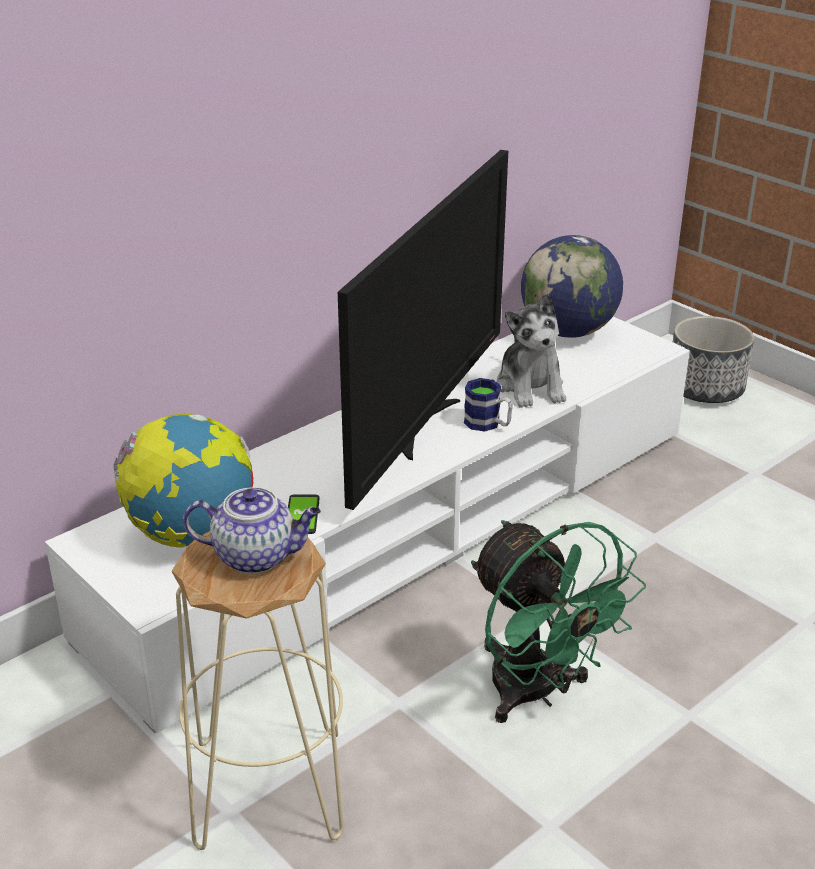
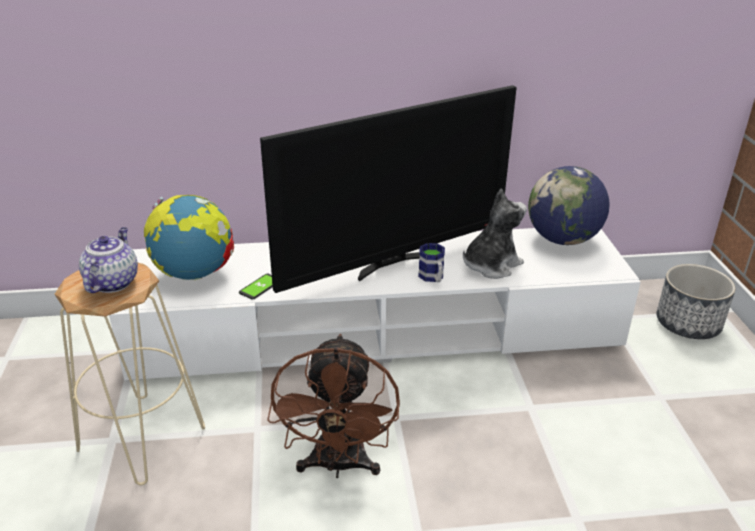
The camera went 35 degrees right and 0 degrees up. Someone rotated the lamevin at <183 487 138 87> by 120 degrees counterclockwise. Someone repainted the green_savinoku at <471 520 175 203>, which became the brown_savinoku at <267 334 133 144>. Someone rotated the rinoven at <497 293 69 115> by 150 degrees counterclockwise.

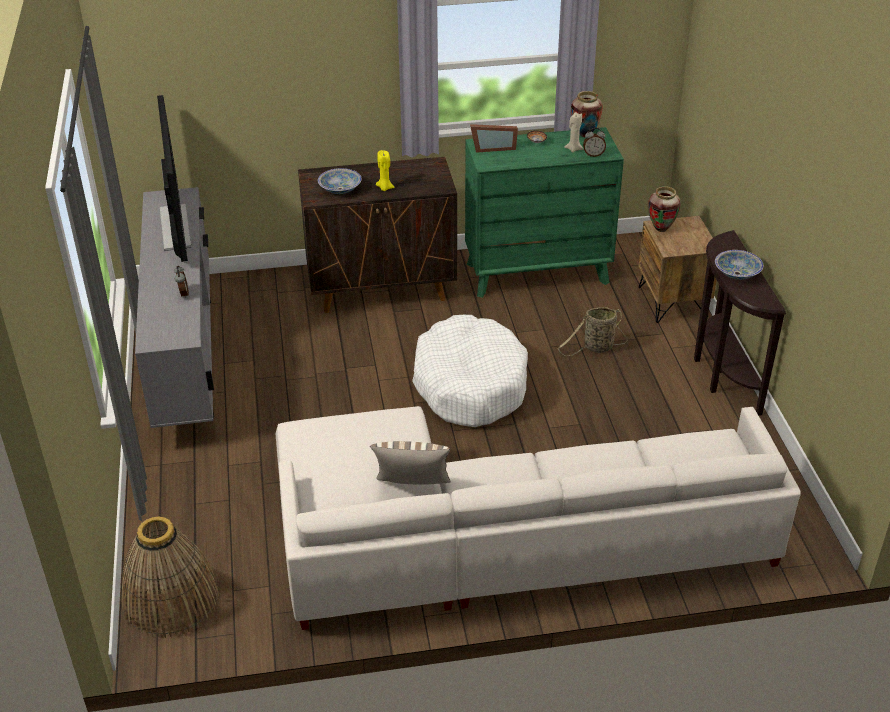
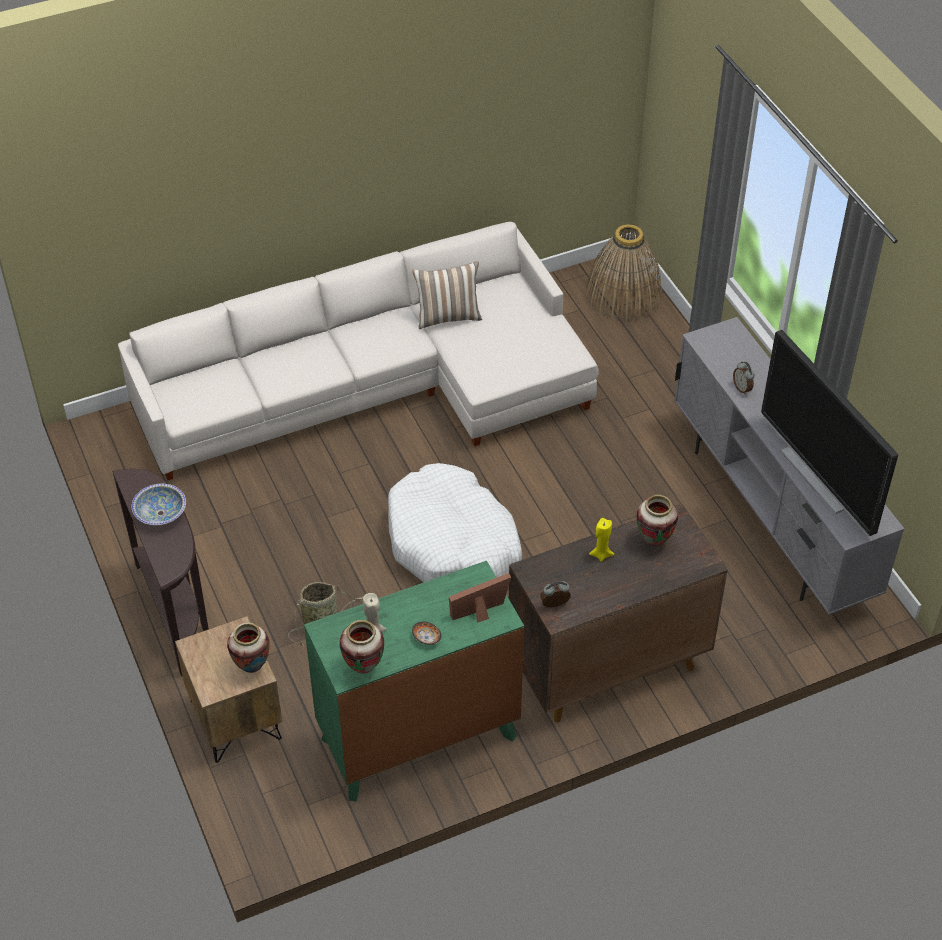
The camera went 165 degrees right and 10 degrees up. Someone carried the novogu from <583 128 23 29> to <540 581 31 26>. Someone swapped the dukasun at <318 168 44 26> for the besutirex at <637 495 41 51>.

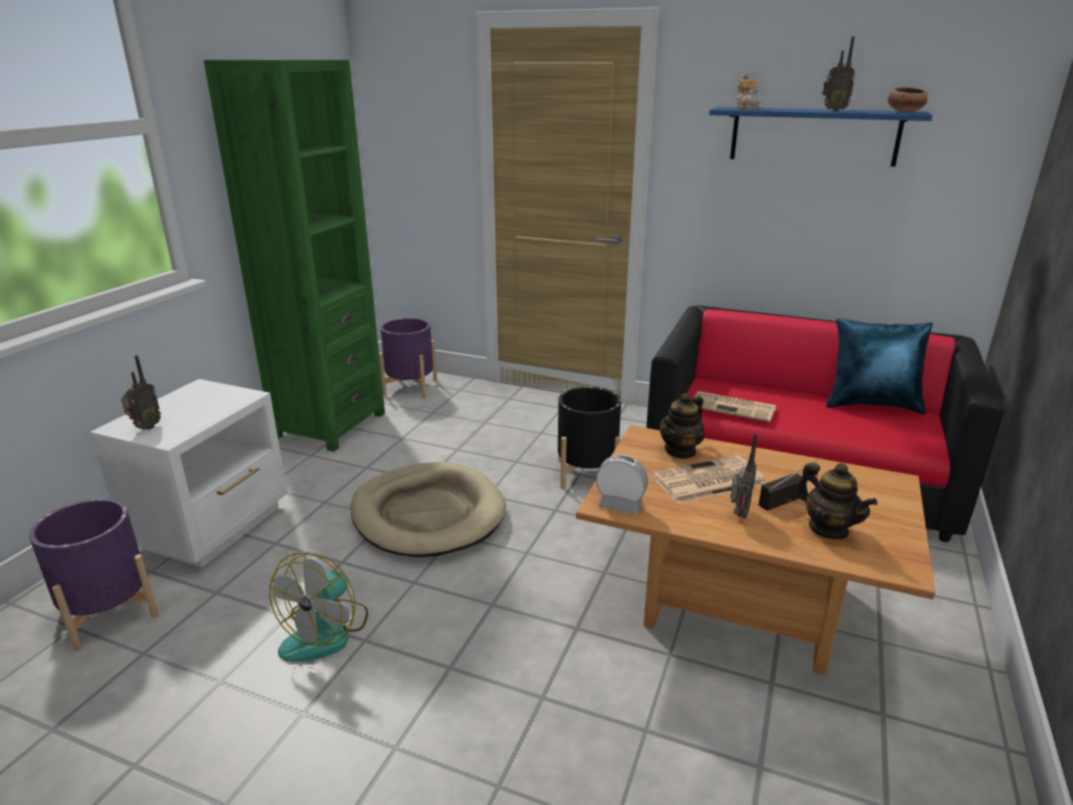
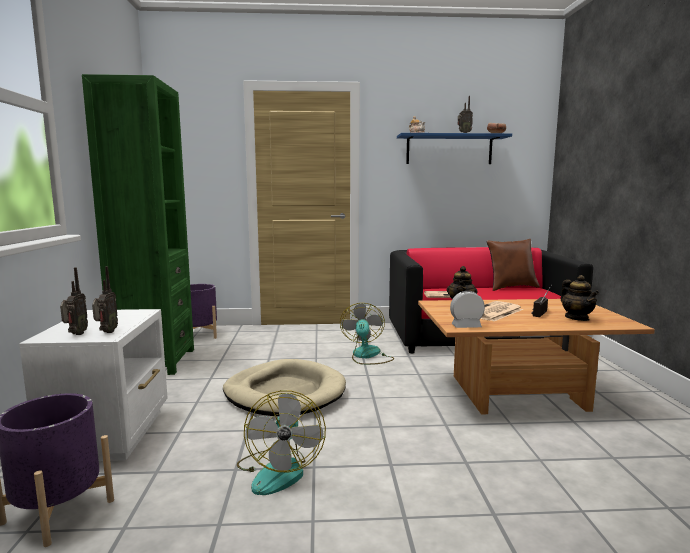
The camera went 25 degrees left and 15 degrees down. Someone carried the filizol from <730 433 28 85> to <92 266 26 67>. Someone swapped the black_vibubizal at <558 387 63 102> for the savinoku at <340 303 54 62>. Someone repainted the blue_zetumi at <826 318 107 96>, which became the brown_zetumi at <487 239 53 52>. Someone rotated the lamevin at <796 462 81 77> by 45 degrees clockwise.

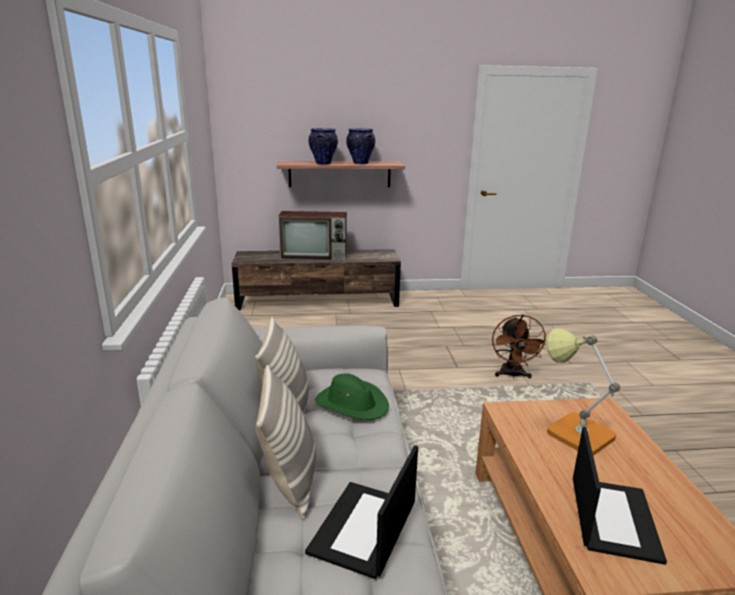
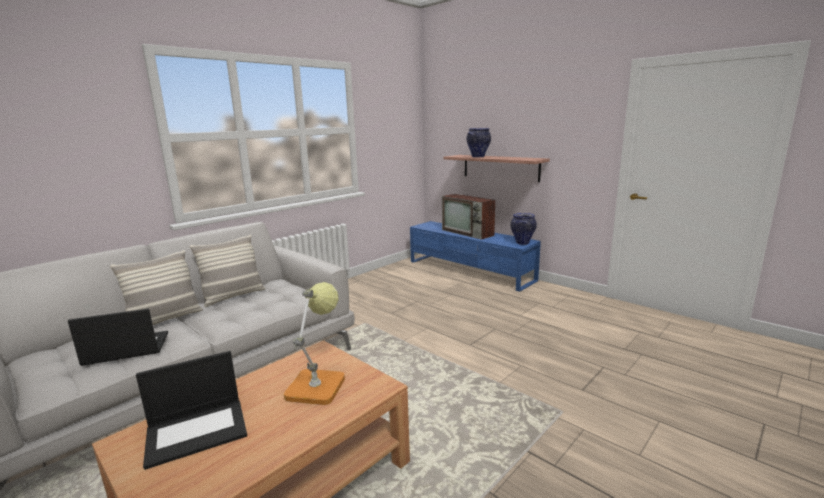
The camera went 50 degrees right and 5 degrees down. Someone repainted the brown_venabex at <232 249 169 61>, which became the blue_venabex at <410 221 131 71>. Someone carried the besutirex from <346 128 29 36> to <511 213 26 32>. Someone took away the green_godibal at <315 373 74 47>. Someone took away the brown_savinoku at <492 314 54 64>.

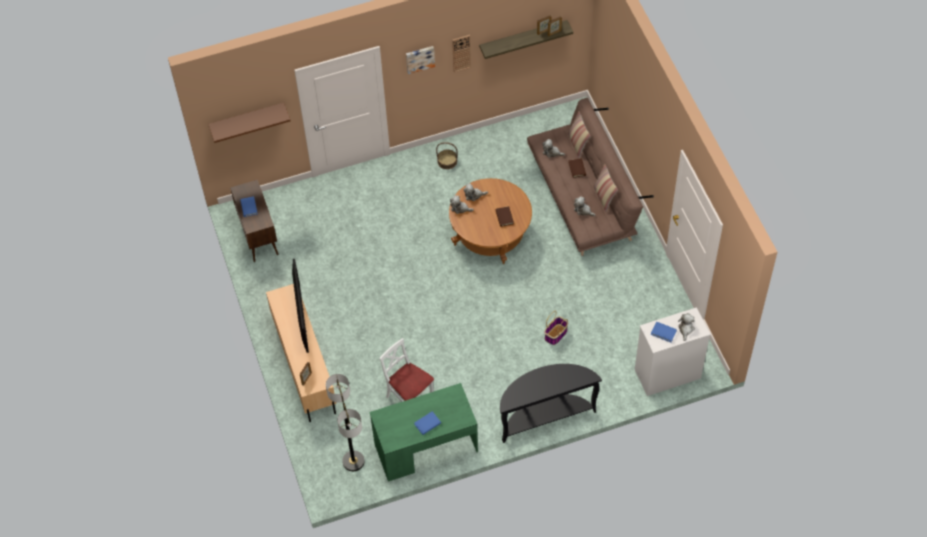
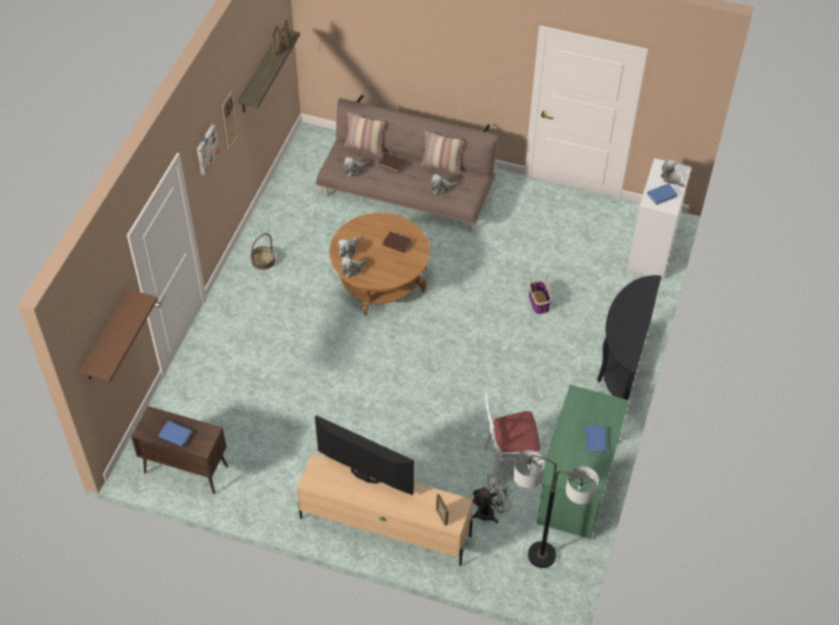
The camera went 55 degrees left and 5 degrees down. Someone put down the grey_savinoku at <471 472 41 51>.

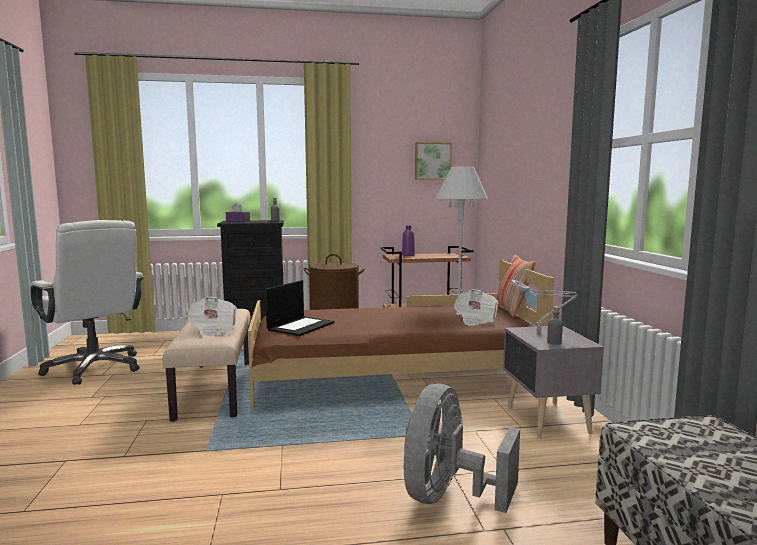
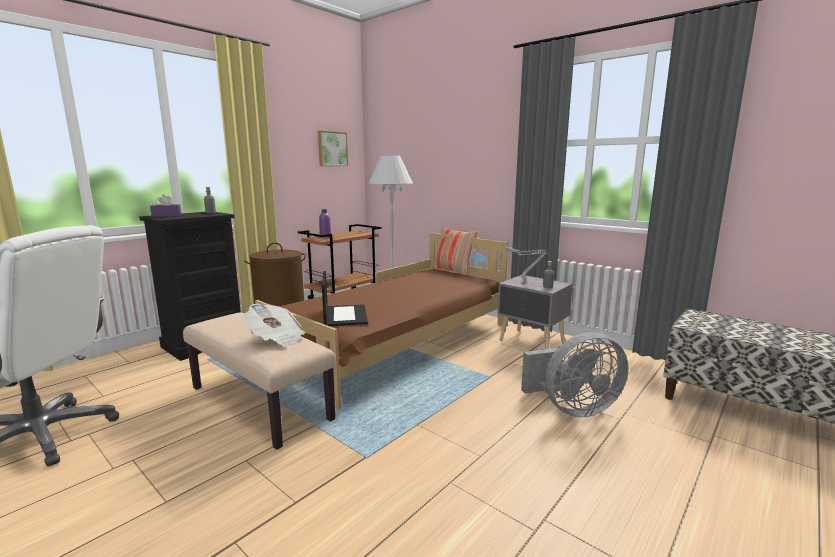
The camera went 40 degrees left and 5 degrees up. Someone rotated the grey_savinoku at <404 384 116 129> by 90 degrees counterclockwise. Someone took away the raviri at <453 289 46 37>.

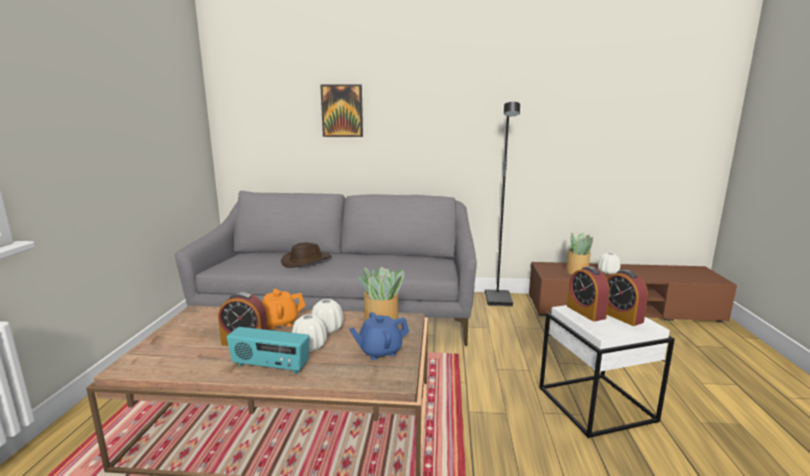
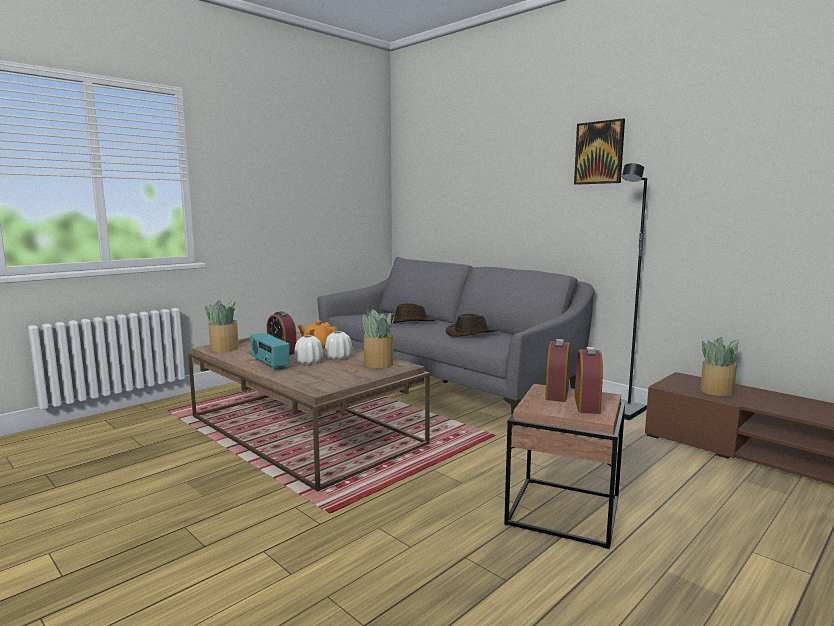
The camera went 40 degrees right and 5 degrees down. Someone put down the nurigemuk at <205 300 34 52>. Someone put down the brown_godibal at <446 314 52 23>. Someone repainted the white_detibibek at <539 305 136 134>, which became the brown_detibibek at <504 384 121 165>. Someone carried the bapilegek from <320 84 43 53> to <574 118 51 67>. Someone took away the blue_lamevin at <349 312 60 48>. Someone took away the white_besutirex at <598 253 22 21>.

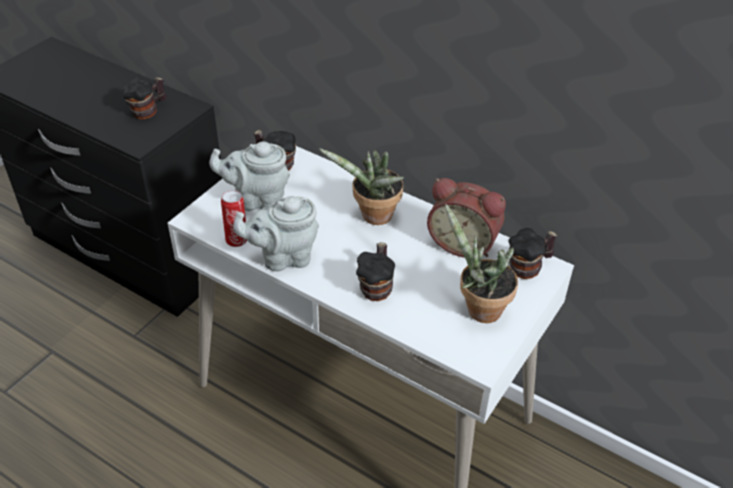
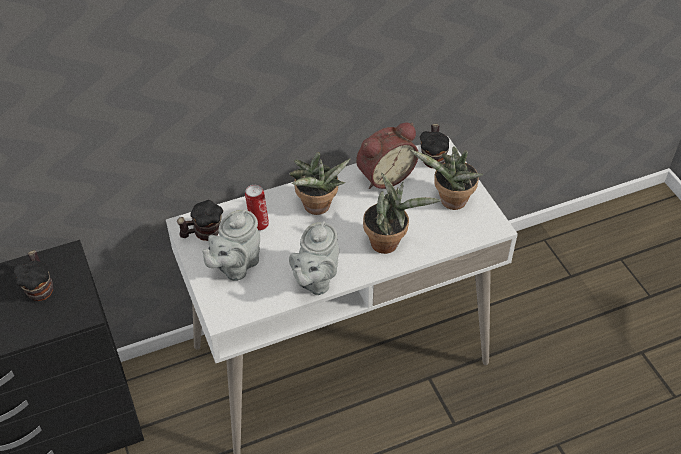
The camera went 55 degrees left and 5 degrees up. Someone carried the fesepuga from <221 190 26 57> to <245 185 24 46>. Someone swapped the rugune at <356 242 39 59> for the nurigemuk at <363 172 78 82>.

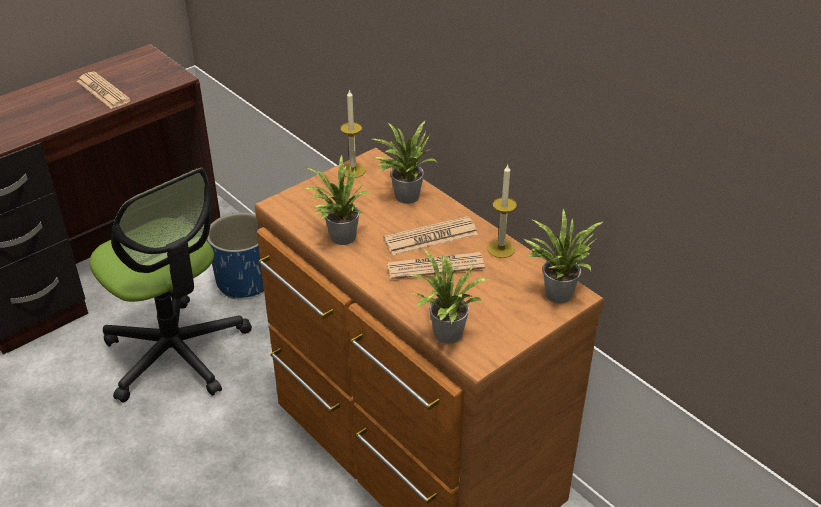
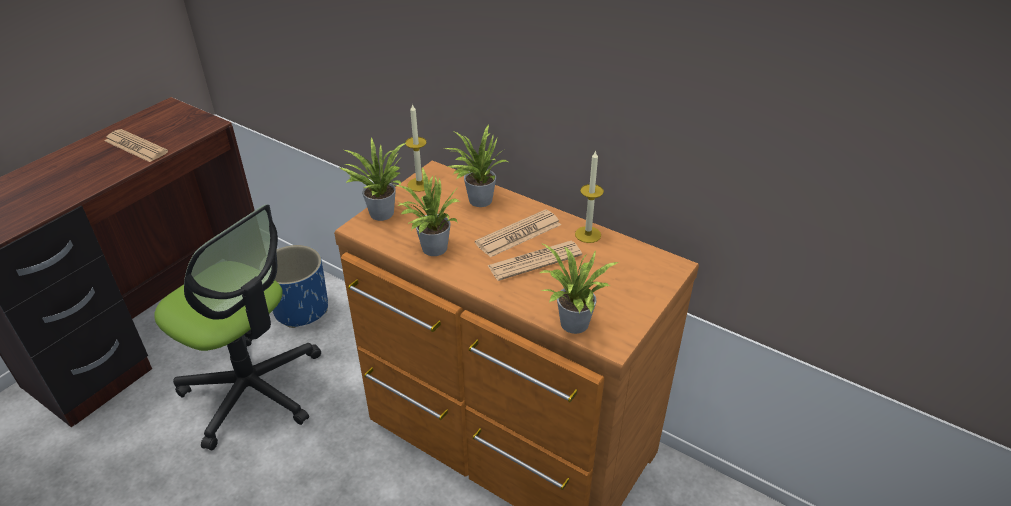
The camera went 15 degrees left and 0 degrees up. Someone carried the nurigemuk from <524 209 80 94> to <338 138 69 83>.

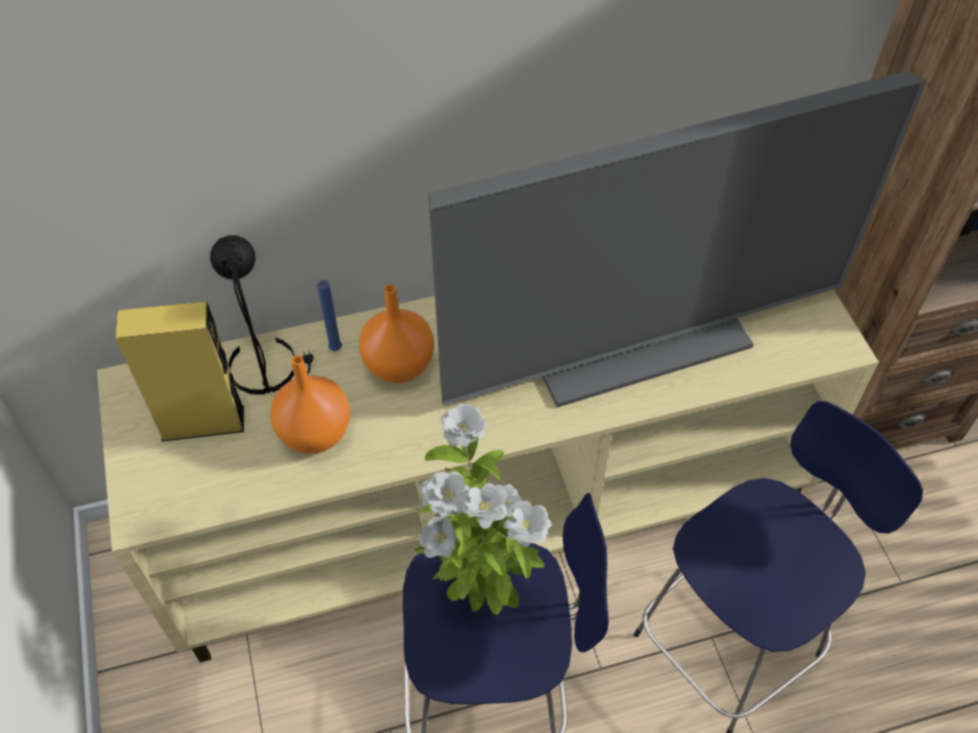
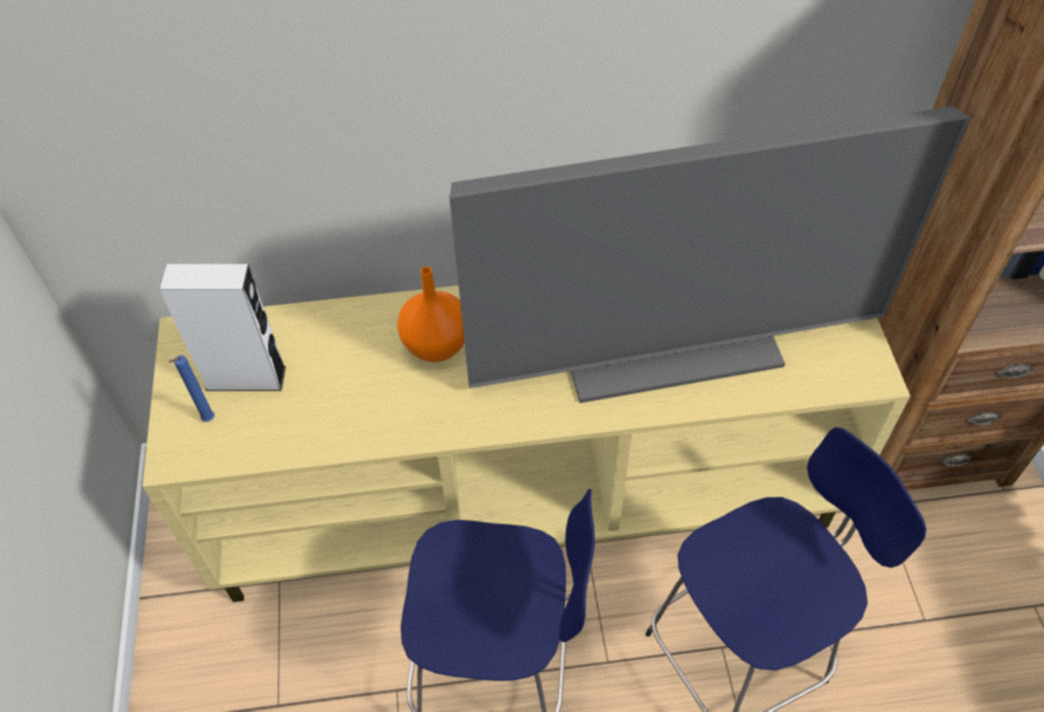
The camera went 10 degrees right and 0 degrees up. Someone repainted the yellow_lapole at <115 301 129 141>, which became the white_lapole at <159 264 127 127>. Someone carried the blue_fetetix from <317 280 25 71> to <168 355 46 67>. Someone took away the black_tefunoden at <210 235 104 160>. Someone took away the orange_besutirex at <270 355 80 99>. Someone took away the nurigemuk at <415 404 136 211>.

